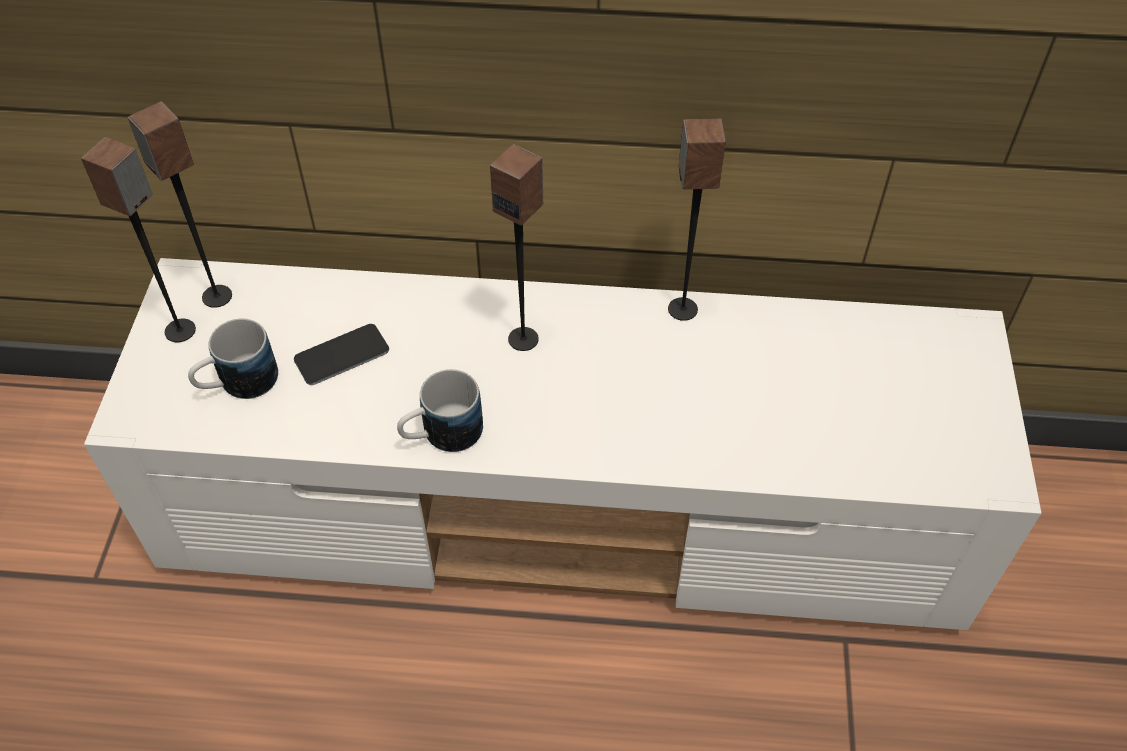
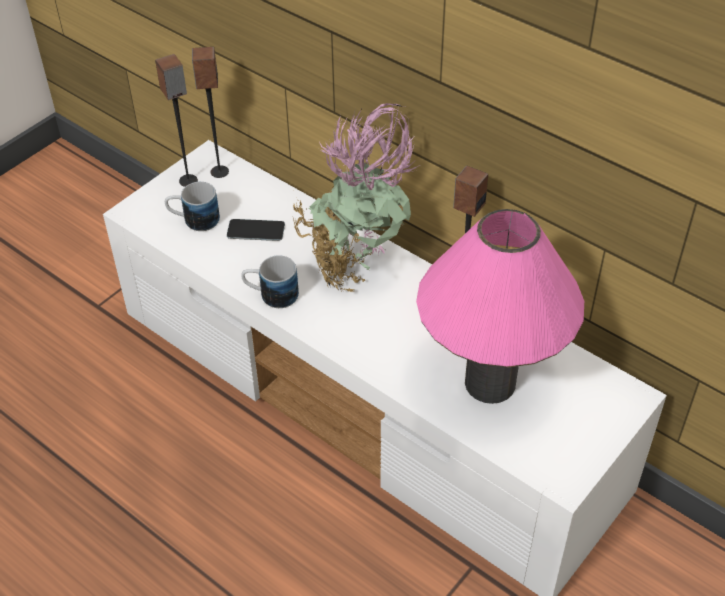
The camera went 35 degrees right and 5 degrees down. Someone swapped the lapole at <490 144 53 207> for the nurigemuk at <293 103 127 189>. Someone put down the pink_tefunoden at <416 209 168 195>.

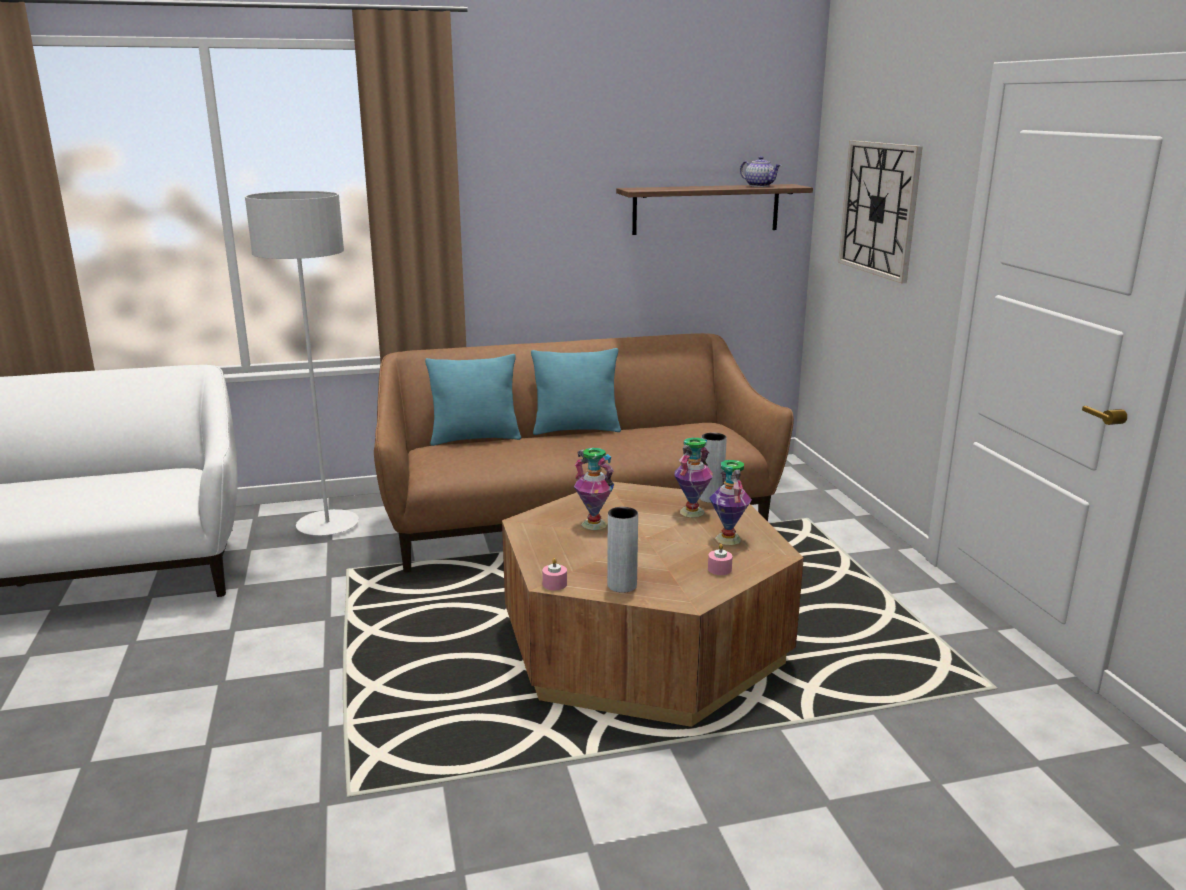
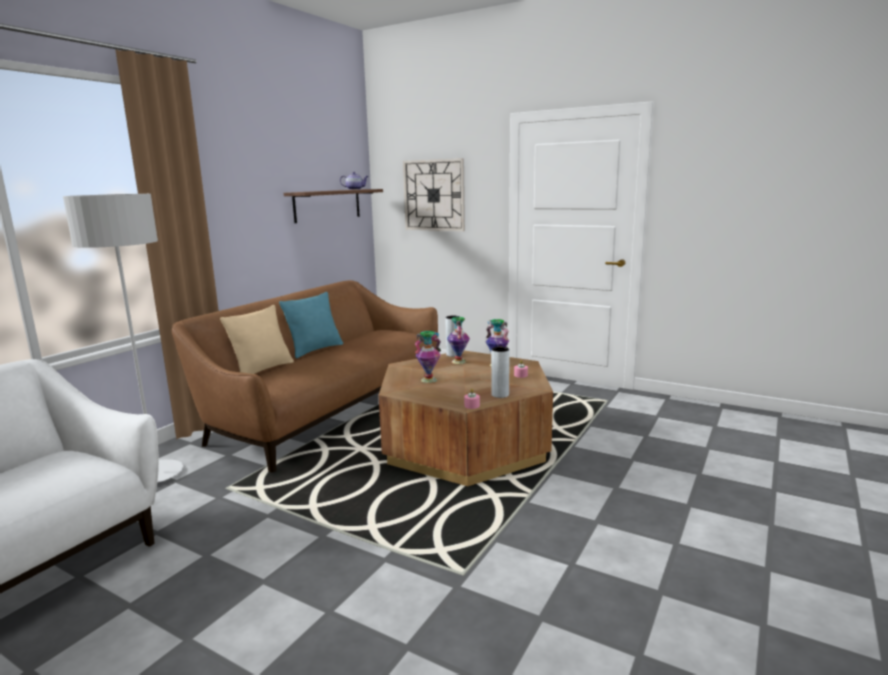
The camera went 45 degrees left and 5 degrees down. Someone repainted the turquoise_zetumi at <425 354 96 92>, which became the beige_zetumi at <220 305 74 69>.

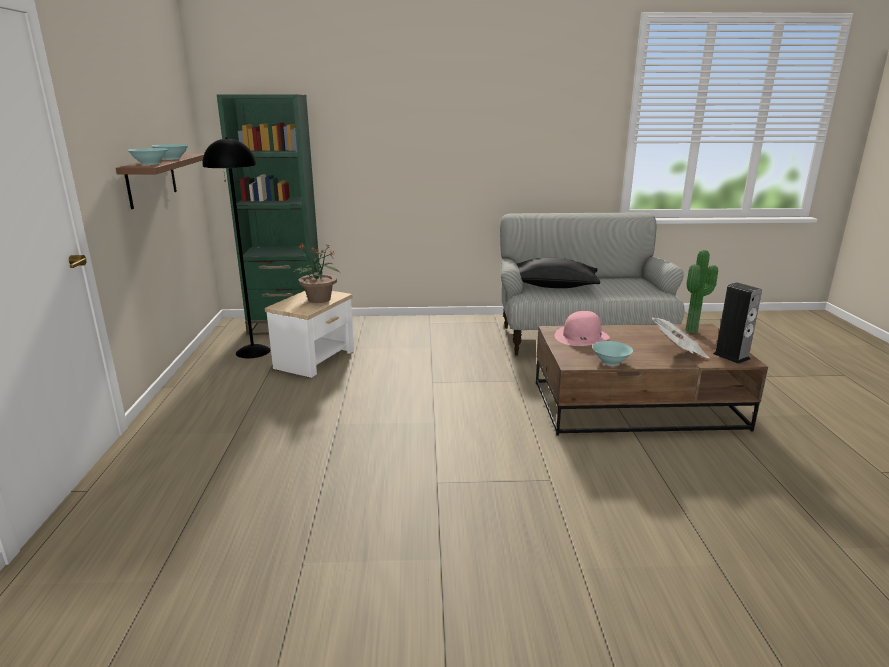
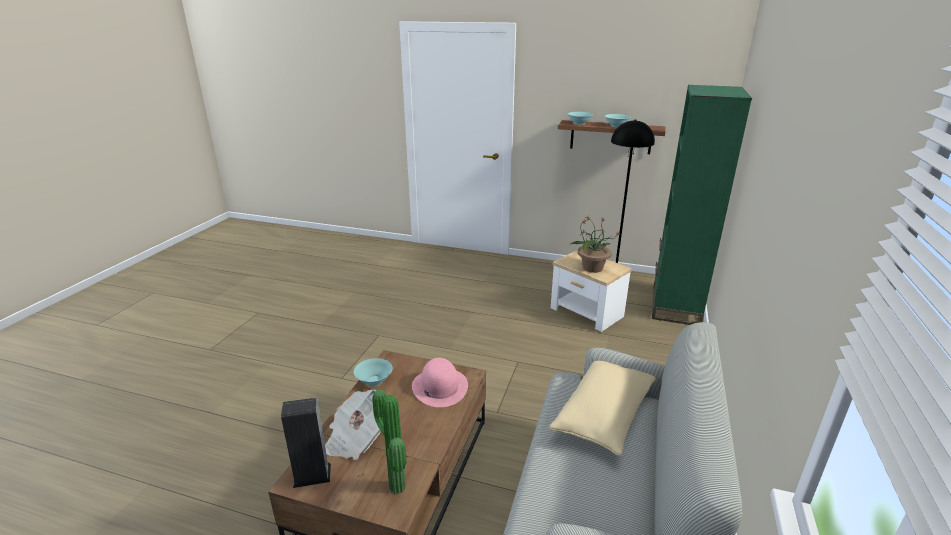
The camera went 110 degrees right and 5 degrees up. Someone repainted the black_zetumi at <517 257 83 31>, which became the beige_zetumi at <549 361 107 95>.

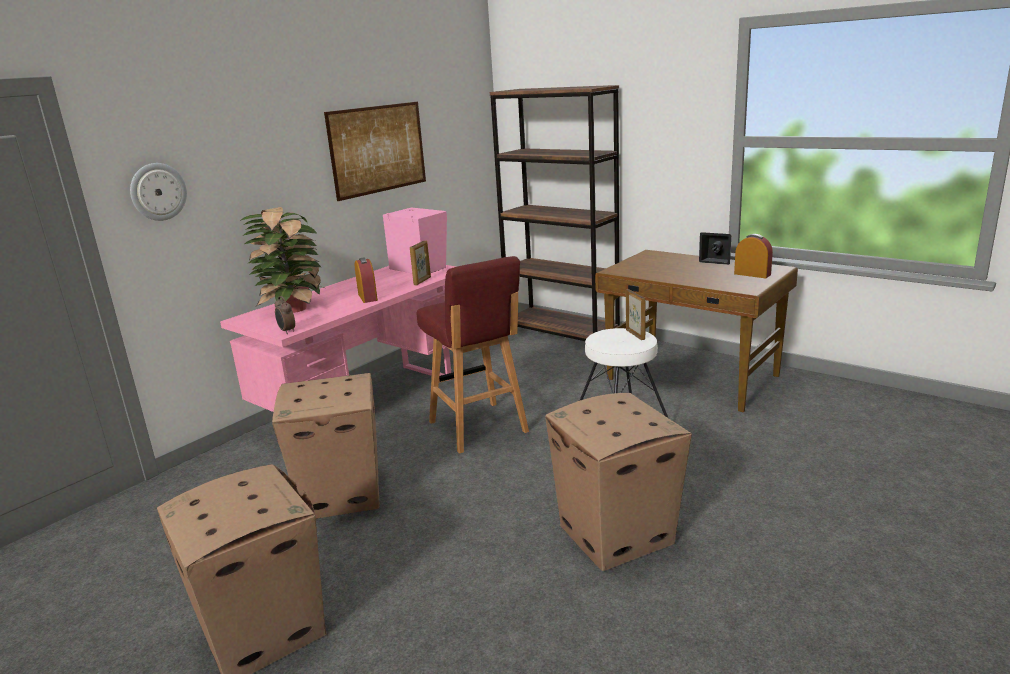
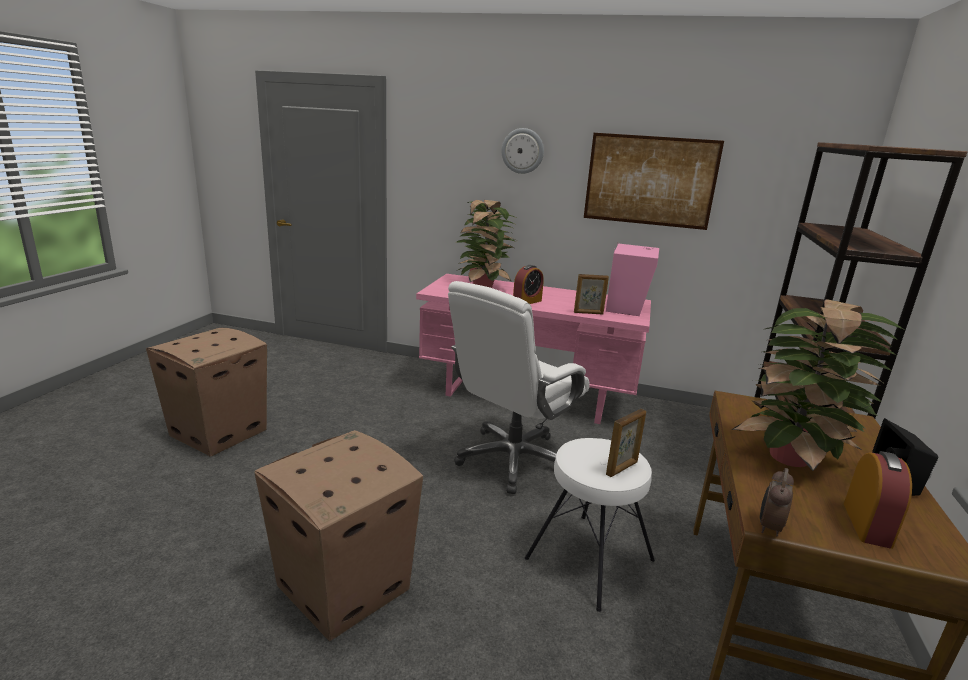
The camera went 65 degrees right and 0 degrees up. Someone swapped the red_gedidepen at <417 256 112 198> for the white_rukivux at <448 281 142 213>. Someone carried the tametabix from <130 163 57 58> to <501 128 43 46>. Someone put down the nurigemuk at <731 299 173 172>. Someone carried the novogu from <275 296 20 38> to <760 468 34 68>. Someone took away the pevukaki at <272 373 108 146>.

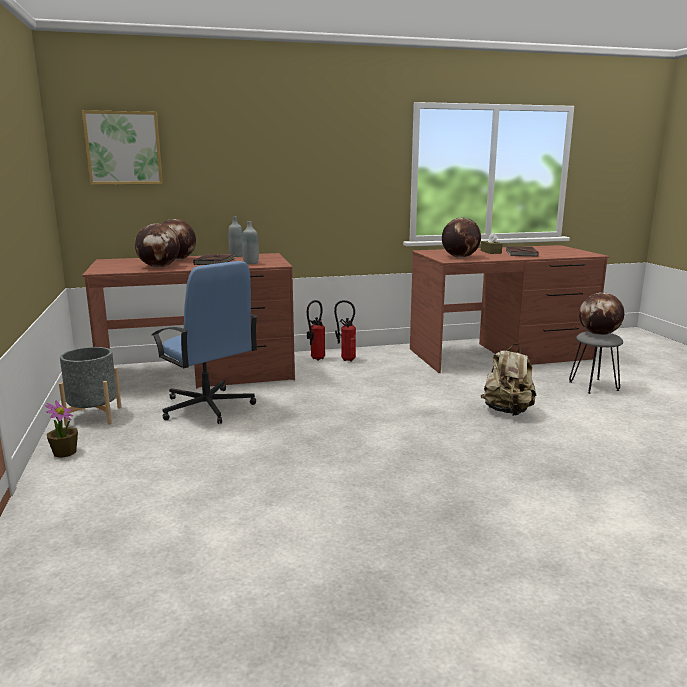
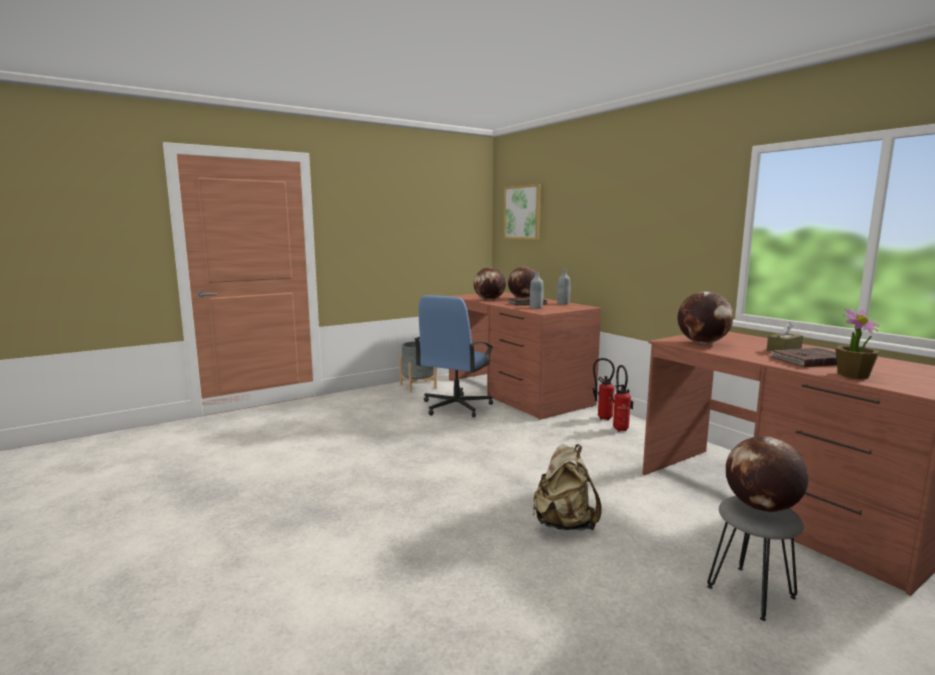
The camera went 70 degrees right and 5 degrees down. Someone carried the nurigemuk from <45 400 33 58> to <835 308 45 71>.

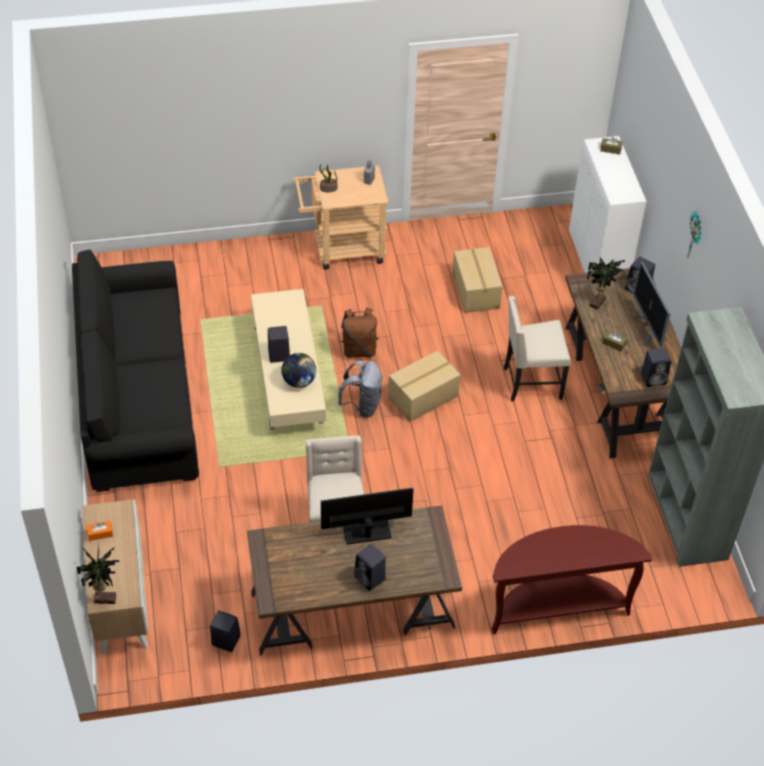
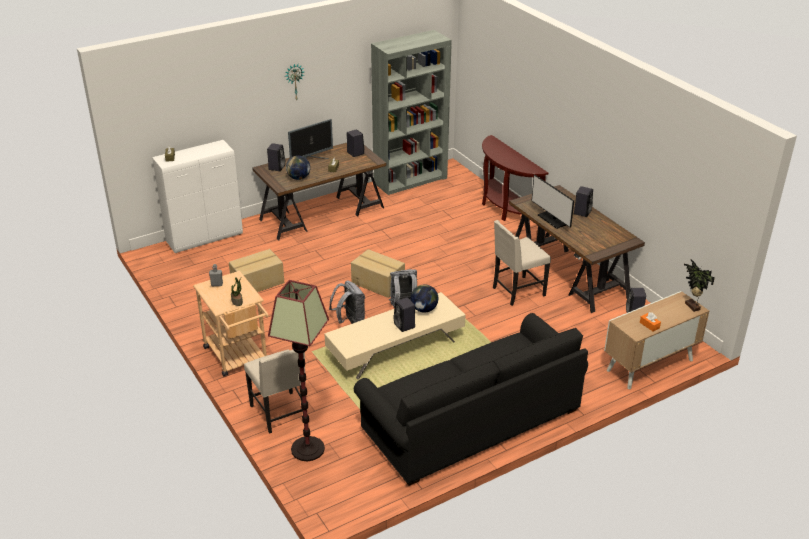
The camera went 110 degrees left and 15 degrees down. Someone carried the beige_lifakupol from <504 296 67 105> to <244 350 62 84>. Someone put down the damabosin at <268 280 61 181>. Someone swapped the nurigemuk at <587 257 38 53> for the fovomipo at <286 155 24 25>. Someone repainted the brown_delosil at <340 308 38 50>, which became the grey_delosil at <329 280 36 44>.

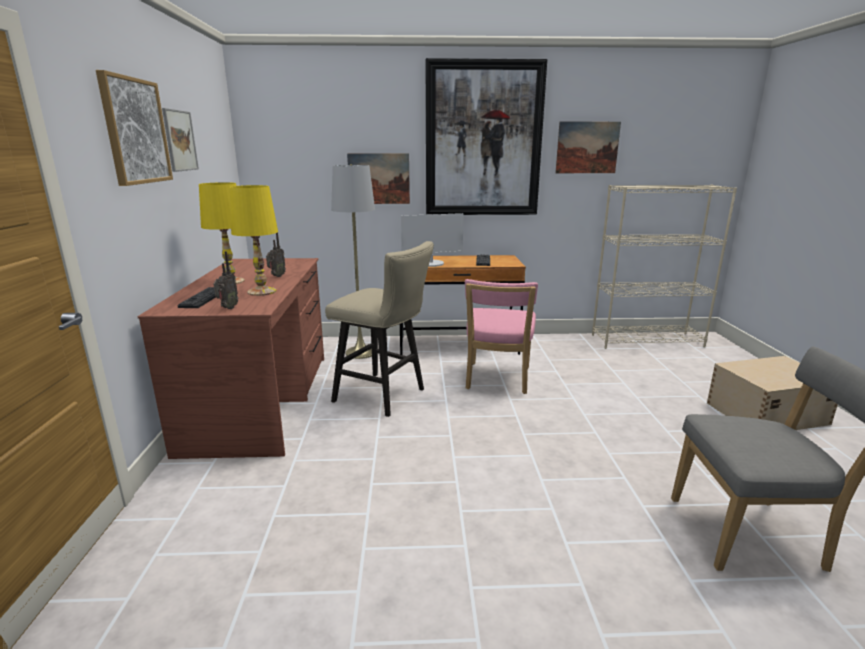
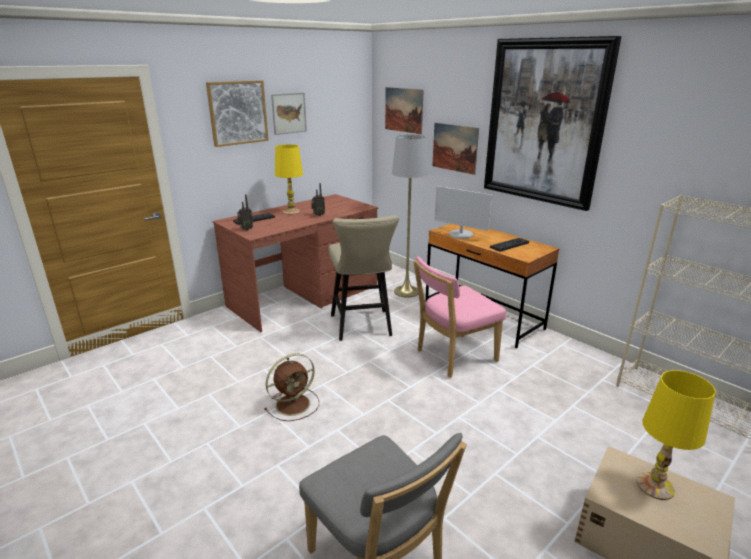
The camera went 50 degrees right and 5 degrees up. Someone put down the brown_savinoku at <264 353 55 68>. Someone carried the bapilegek from <555 122 66 51> to <385 87 39 47>. Someone carried the yellow_tefunoden from <230 185 48 111> to <637 370 79 130>.

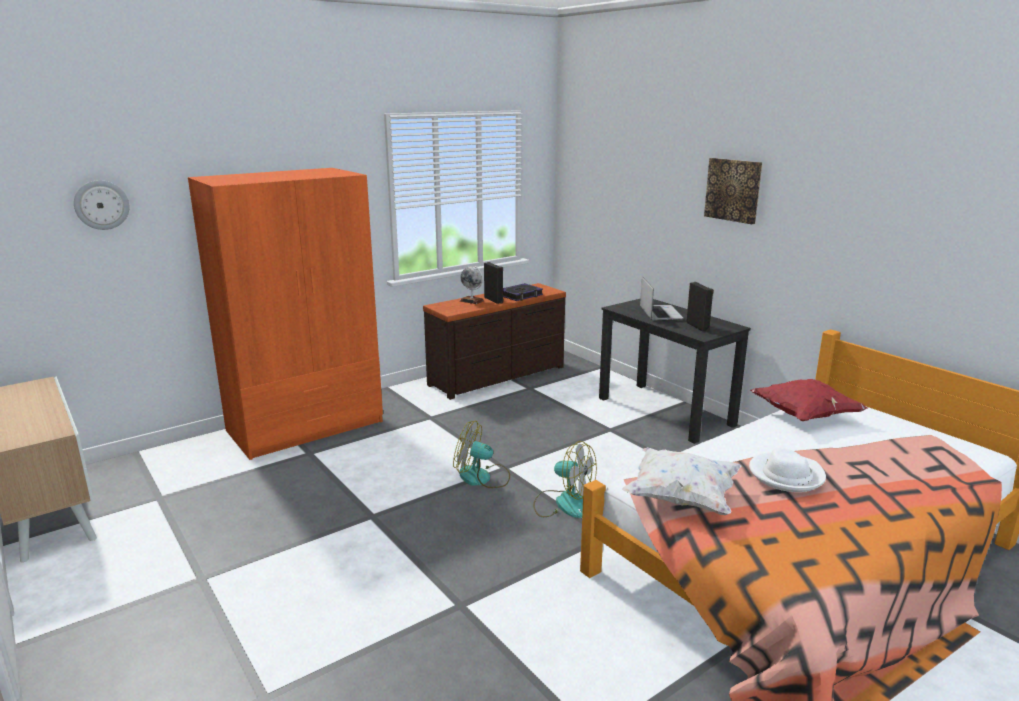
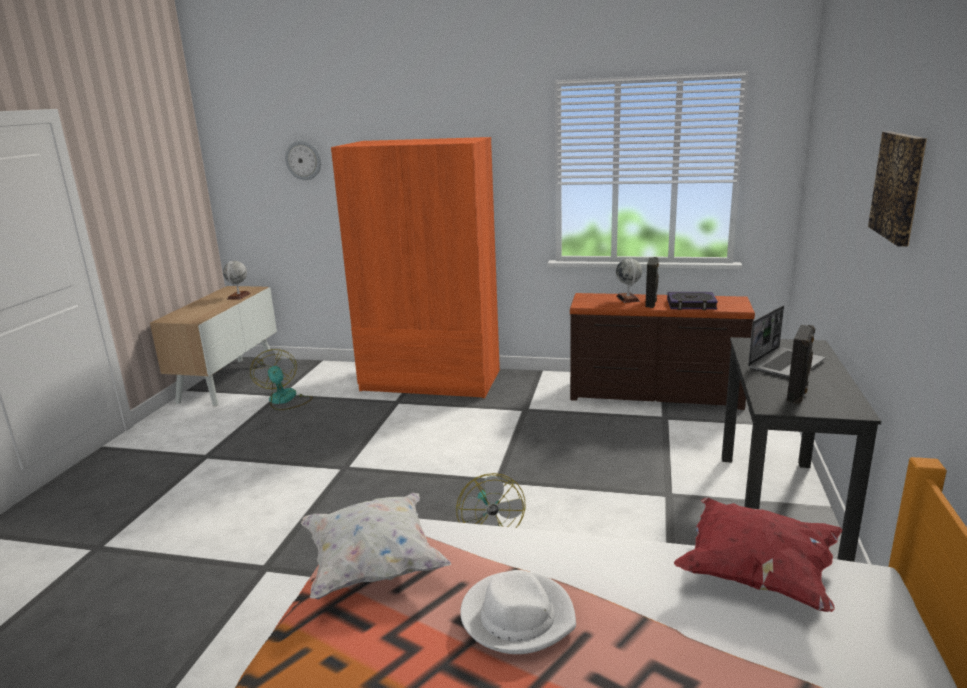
The camera went 50 degrees right and 0 degrees up. Someone put down the fovomipo at <223 261 27 39>. Someone carried the savinoku from <453 421 57 67> to <250 349 63 61>.

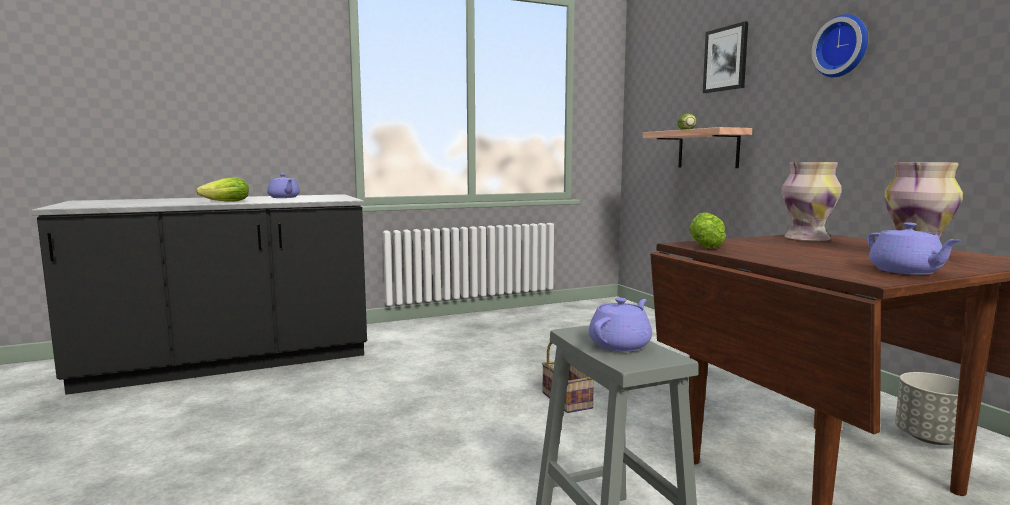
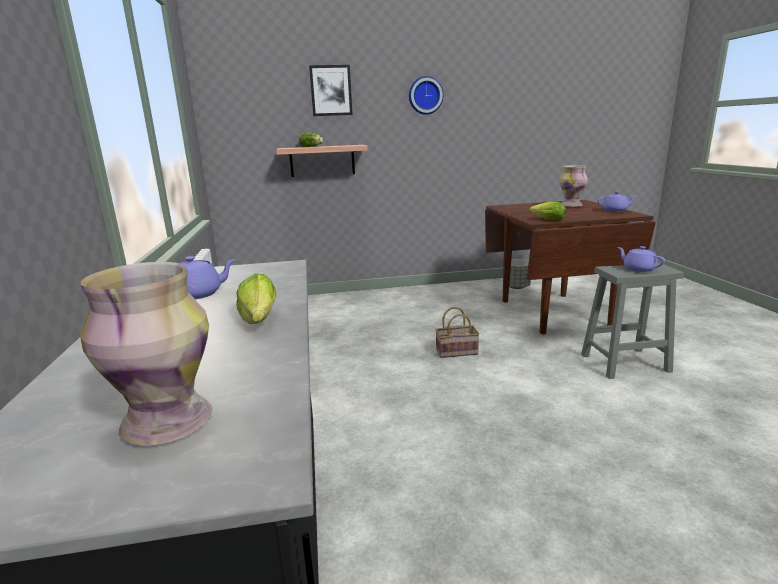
The camera went 75 degrees left and 10 degrees up. Someone carried the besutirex from <782 162 60 79> to <80 262 132 183>.

